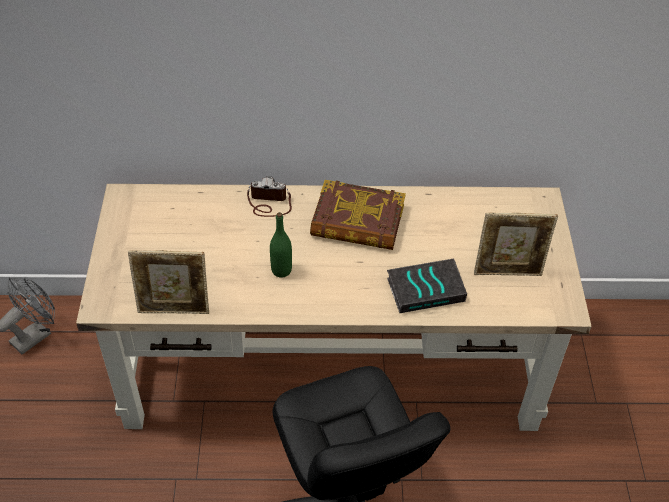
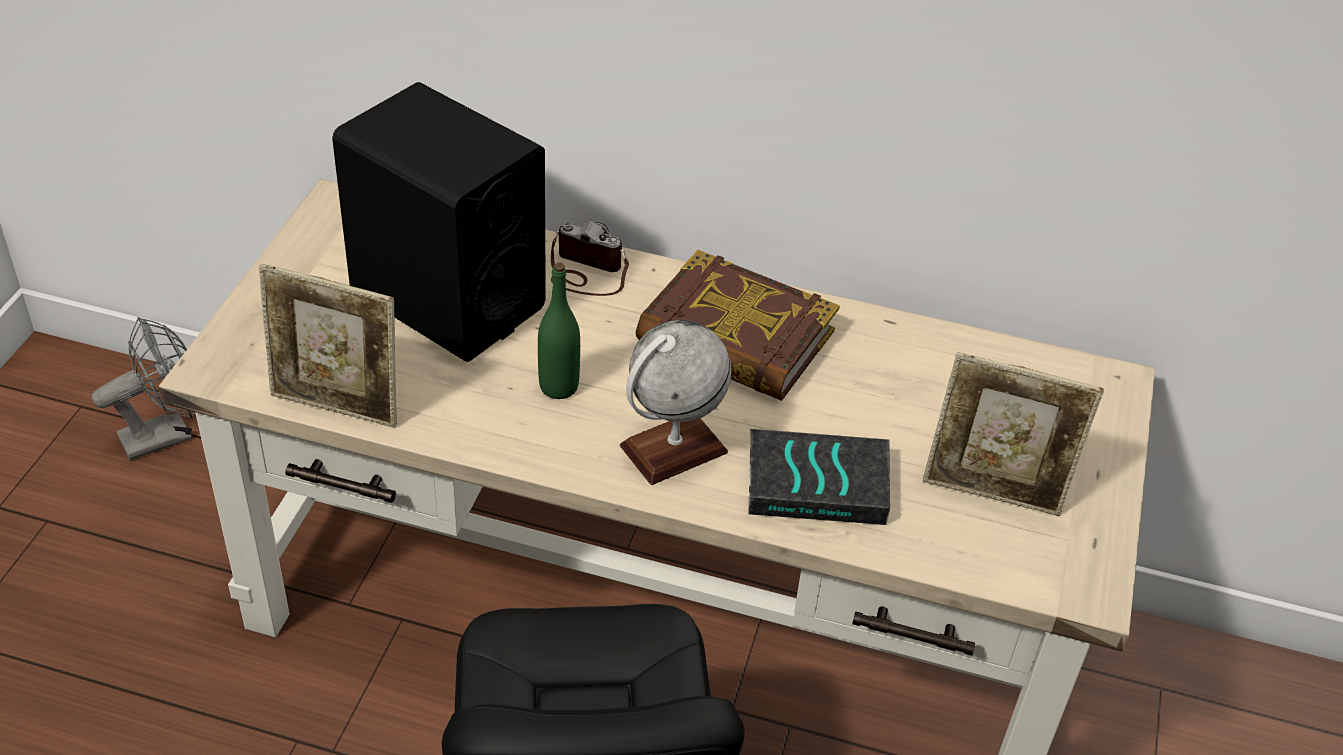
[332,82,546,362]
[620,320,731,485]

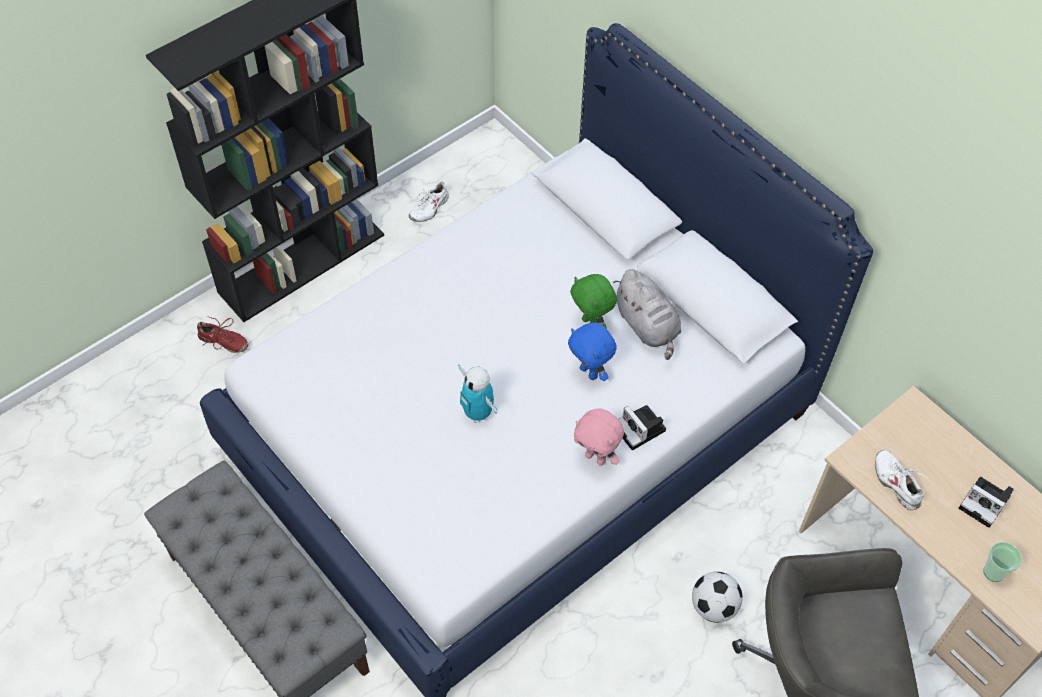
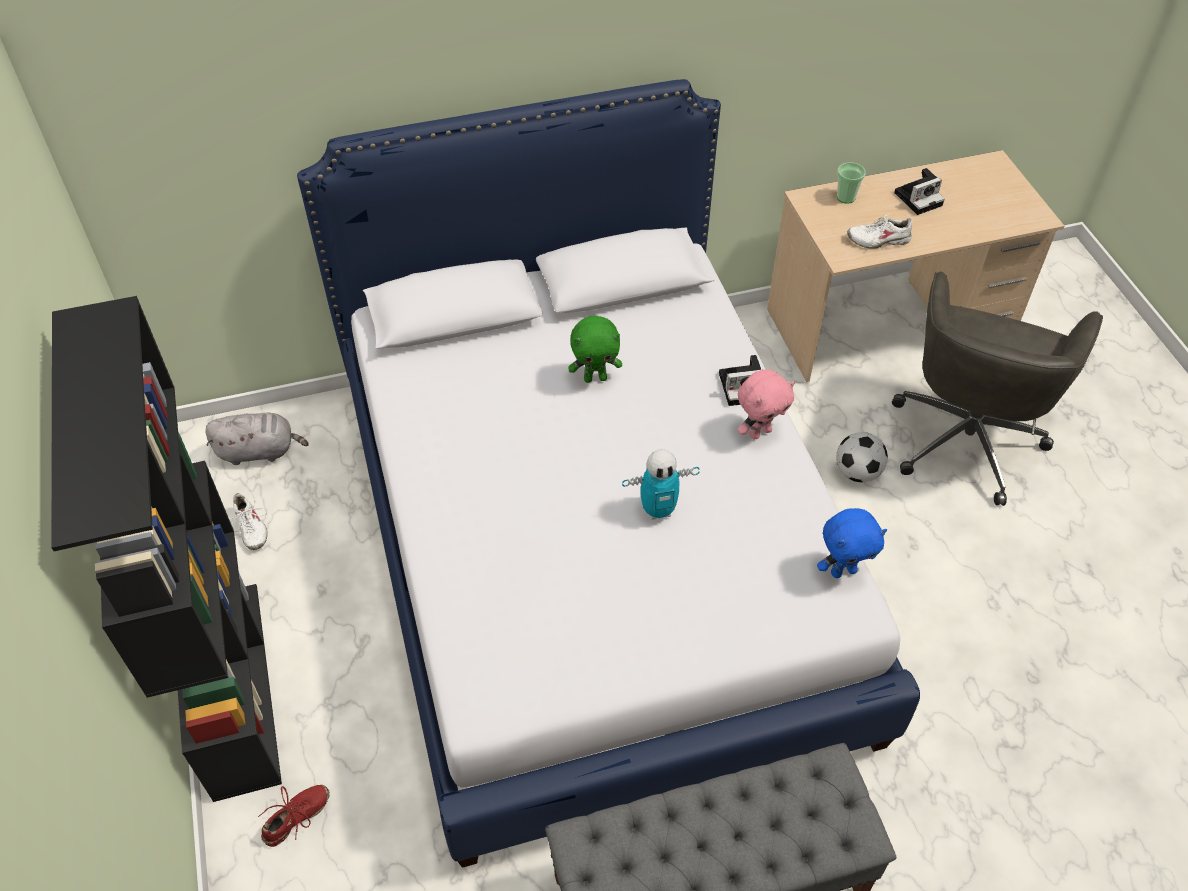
[205,413,309,465]
[817,508,887,578]
[837,162,866,204]

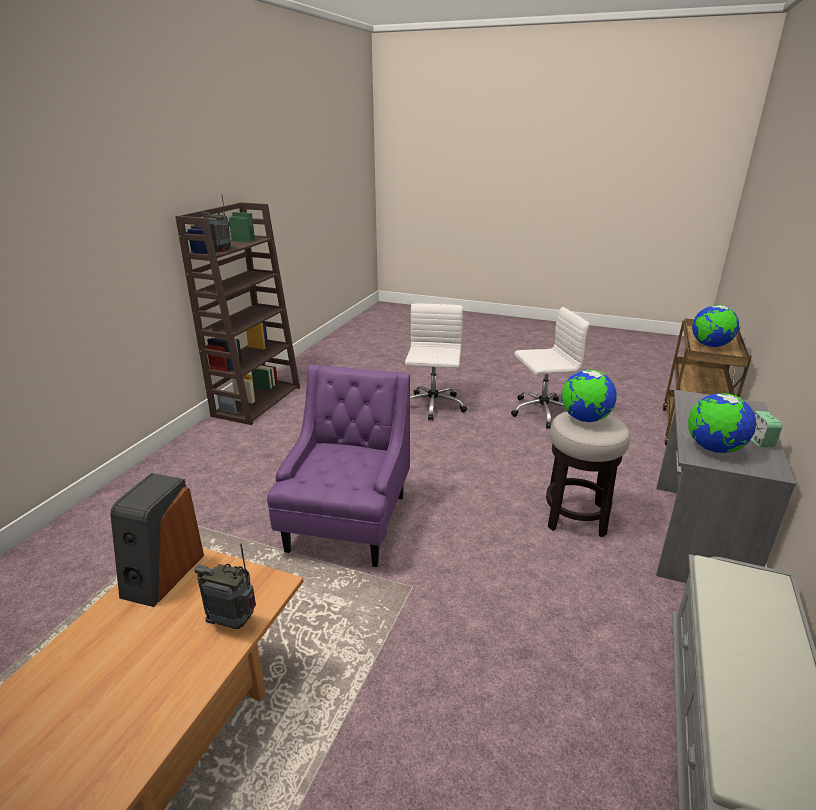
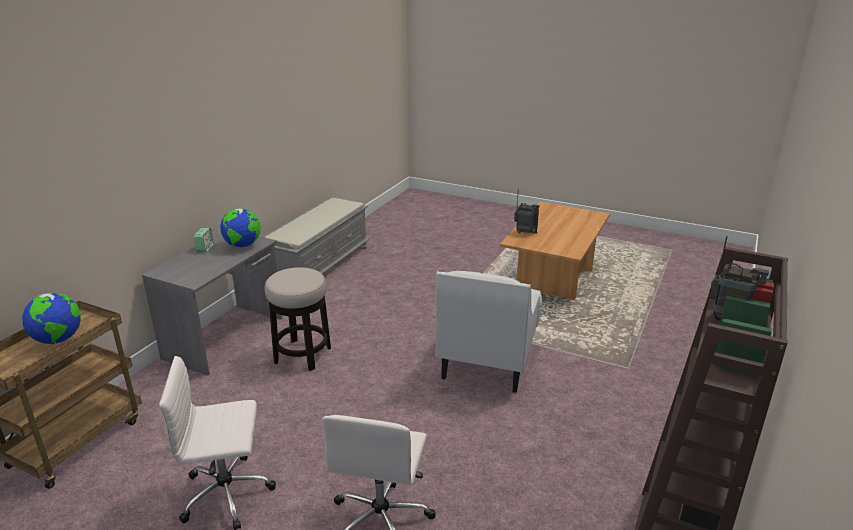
[436,271,542,393]
[562,369,616,422] (first image)
[110,473,204,607] (first image)

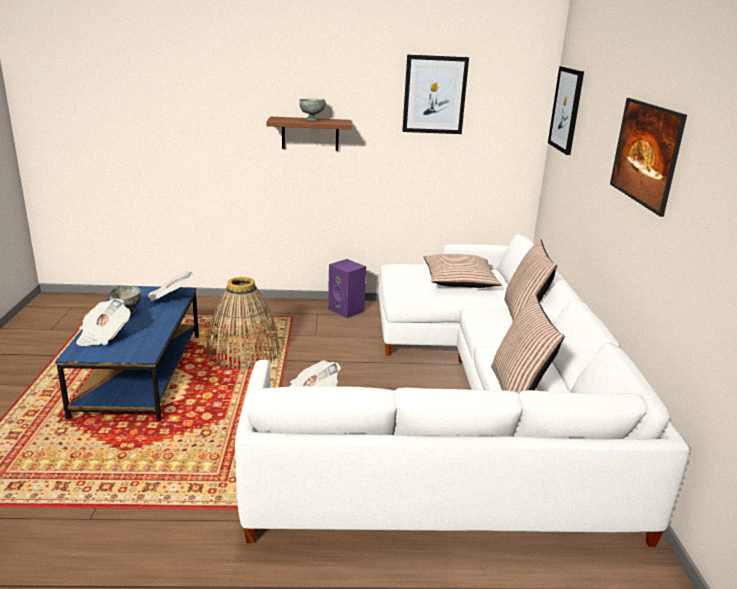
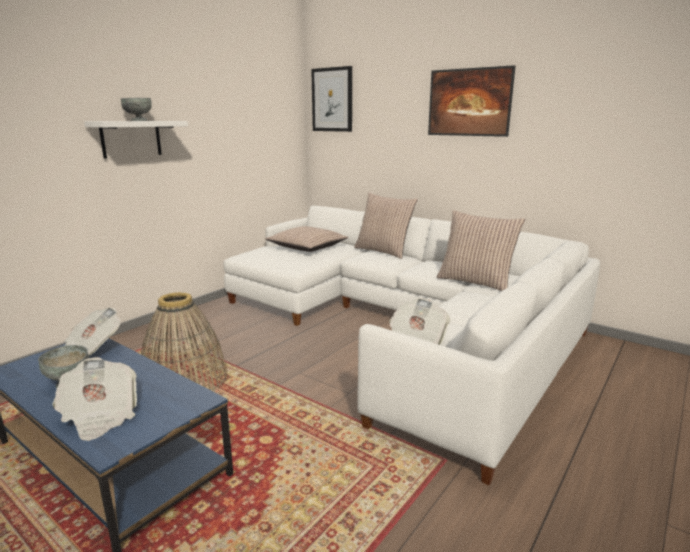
[402,54,469,134] (first image)
[84,121,188,159]
[328,259,366,318] (first image)

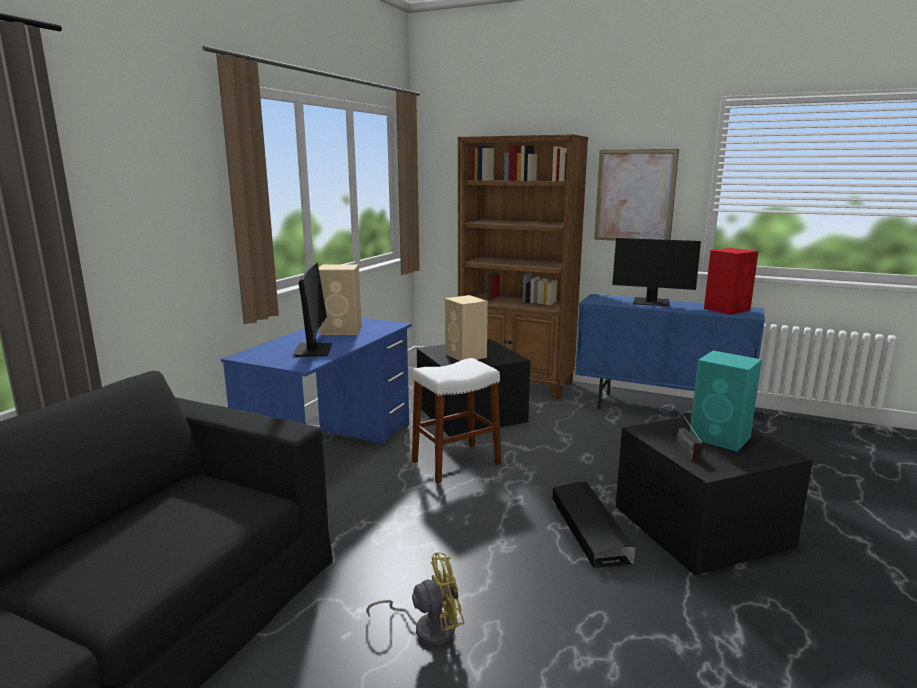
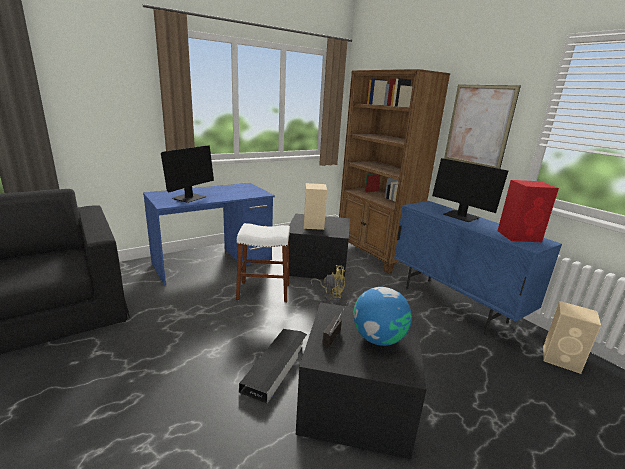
[543,301,601,374]
[353,287,412,346]
[311,265,345,303]

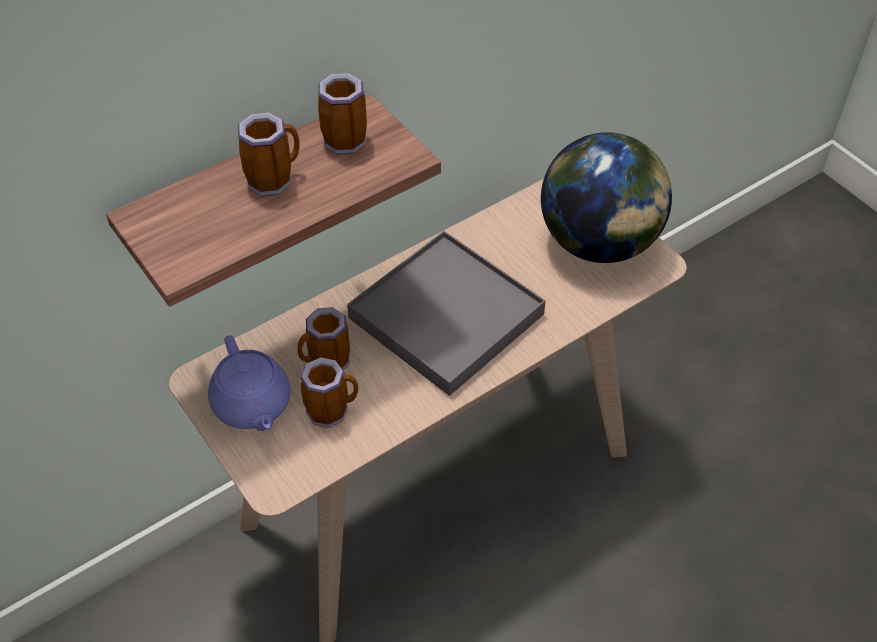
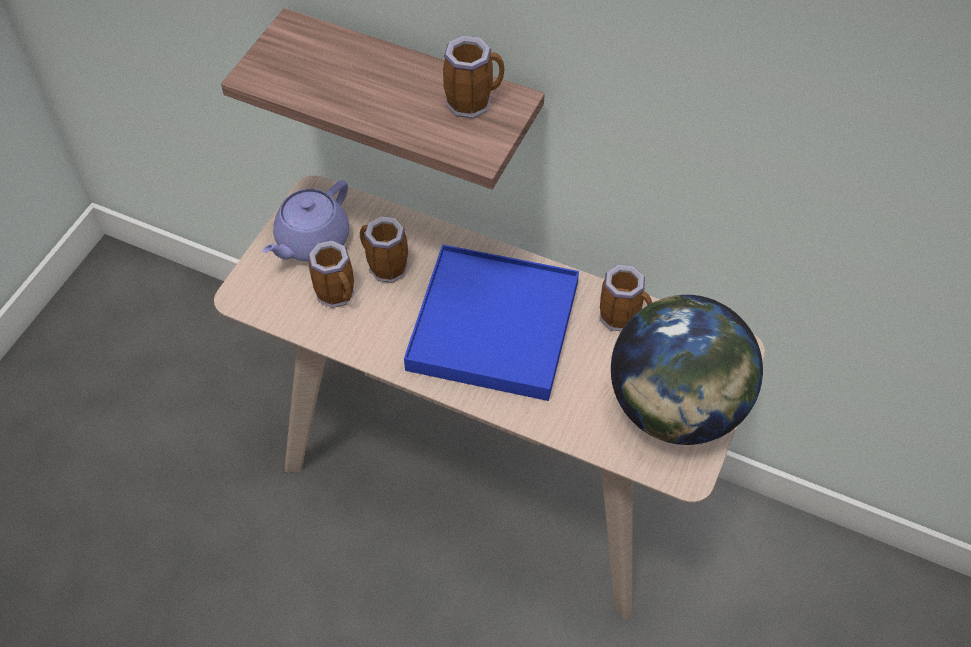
[600,265,652,331]
[404,244,579,401]

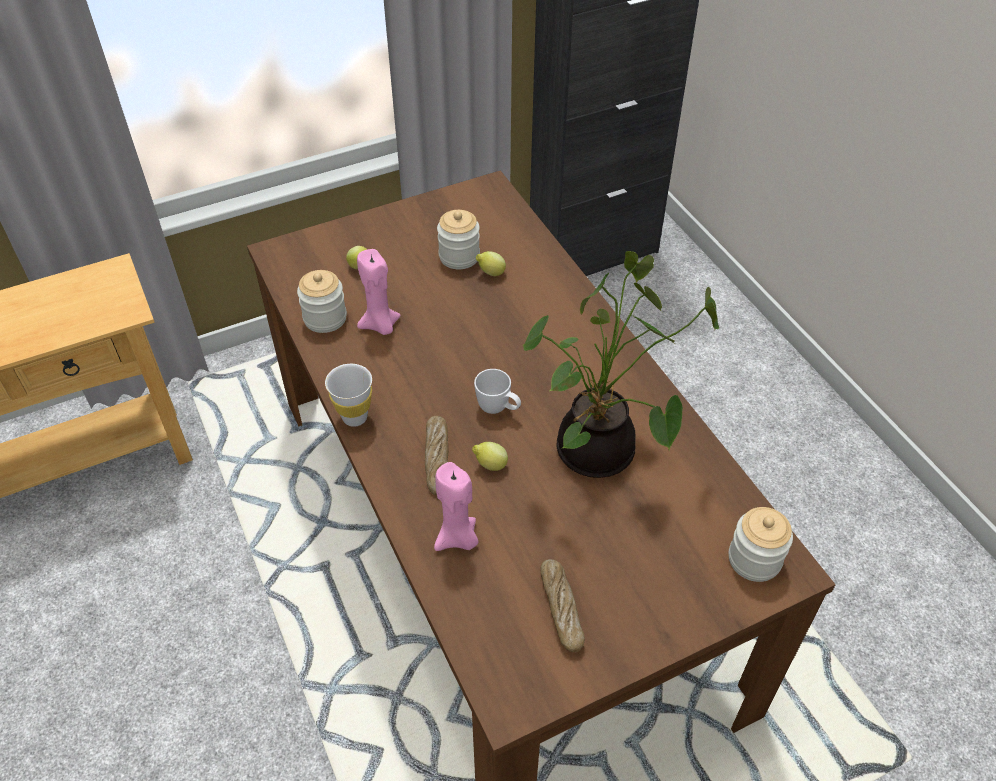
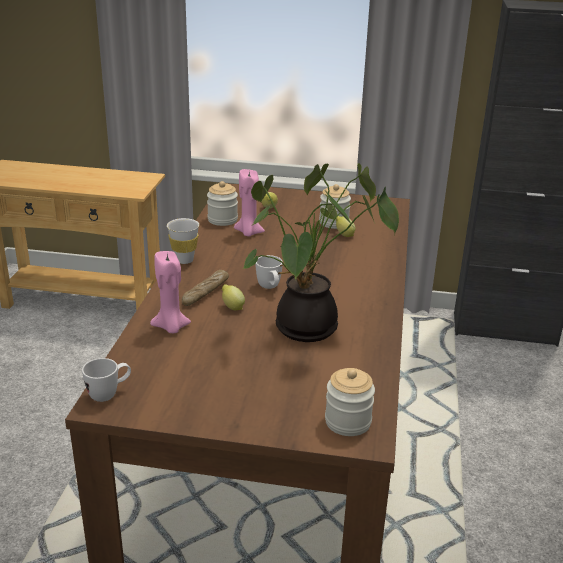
[540,559,585,652] (first image)
[82,358,131,402]

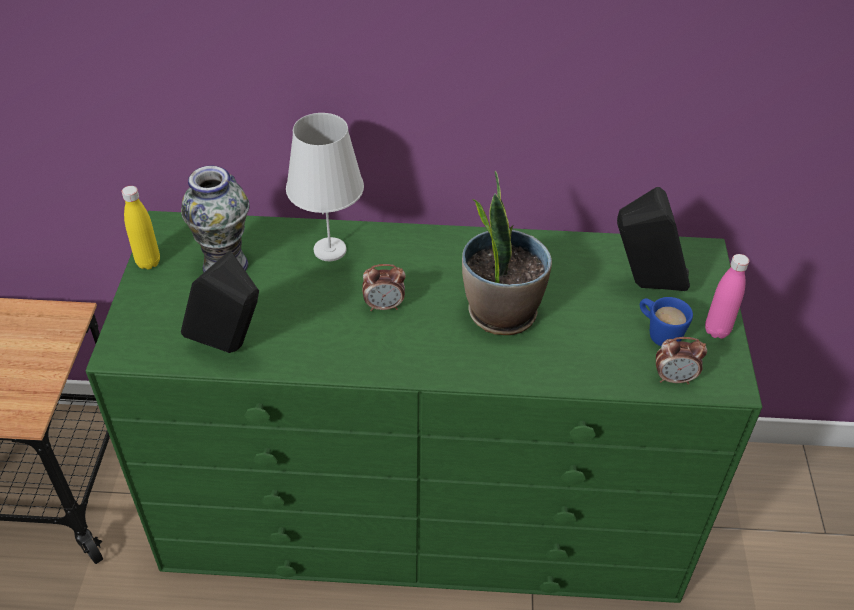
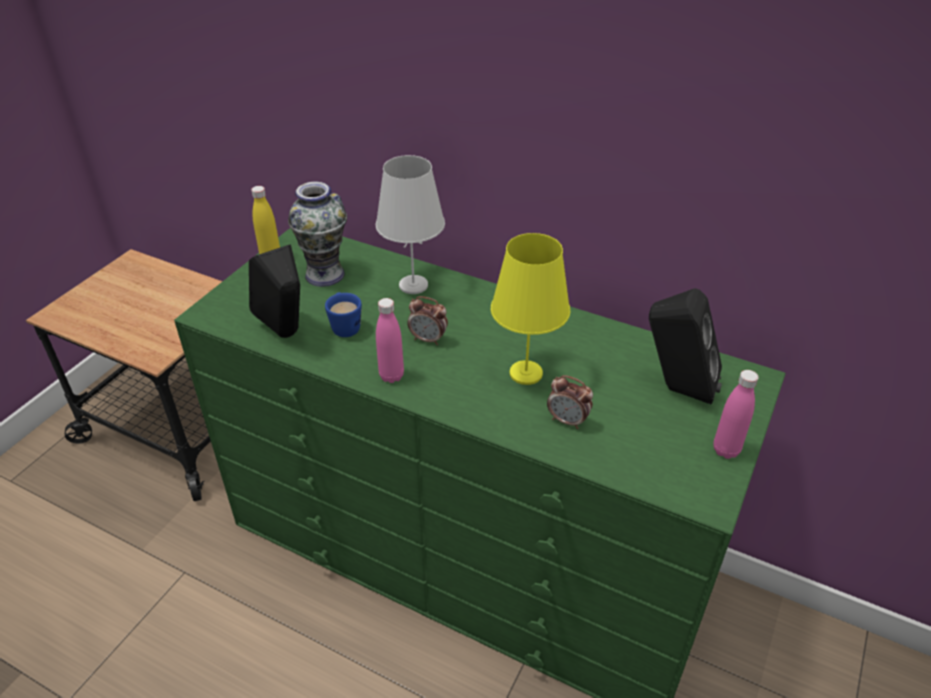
[491,233,570,385]
[325,292,362,337]
[547,375,593,429]
[376,298,404,383]

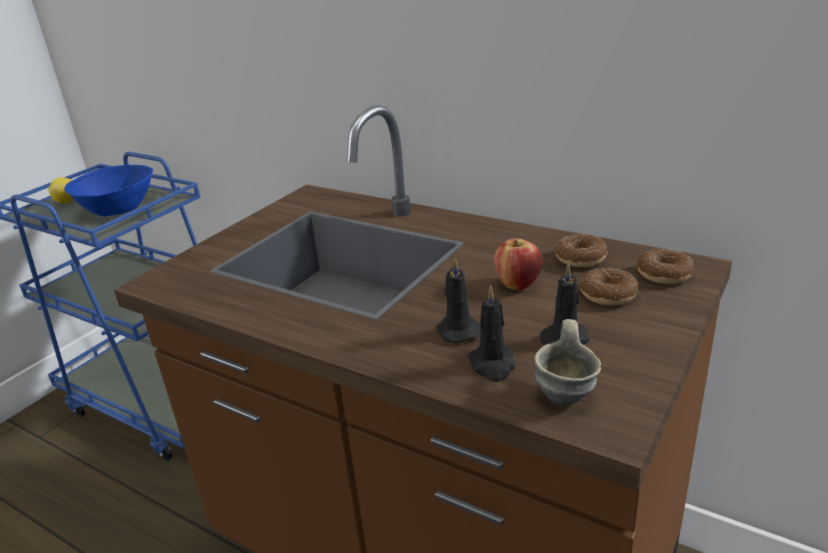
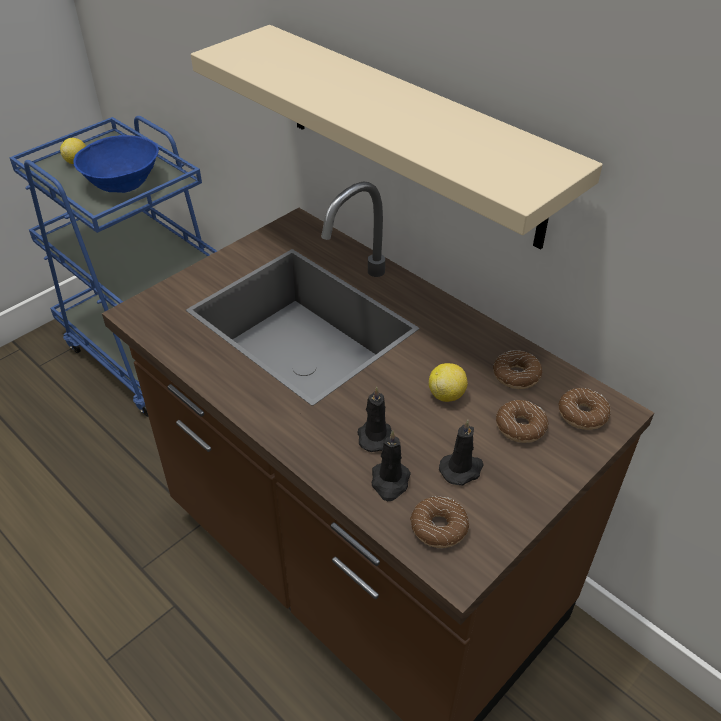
[429,363,468,402]
[410,496,469,548]
[191,25,603,250]

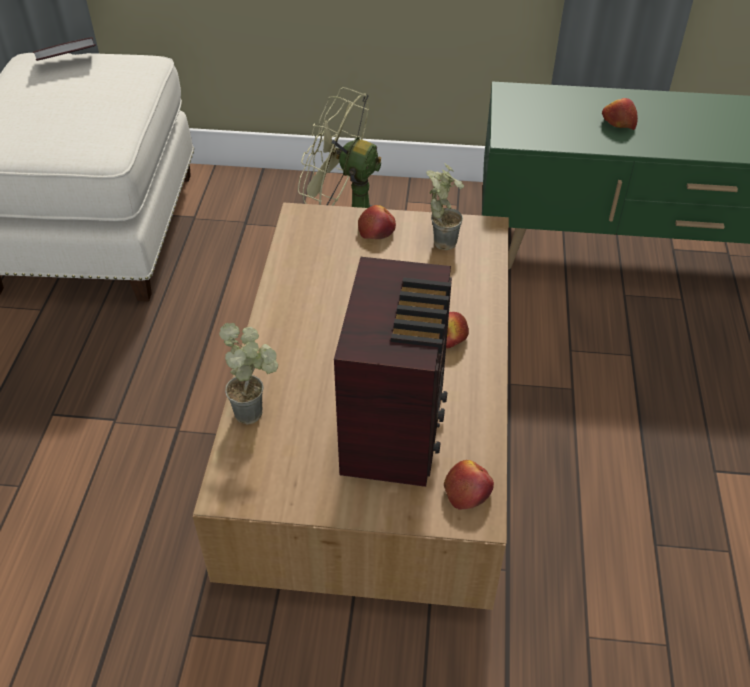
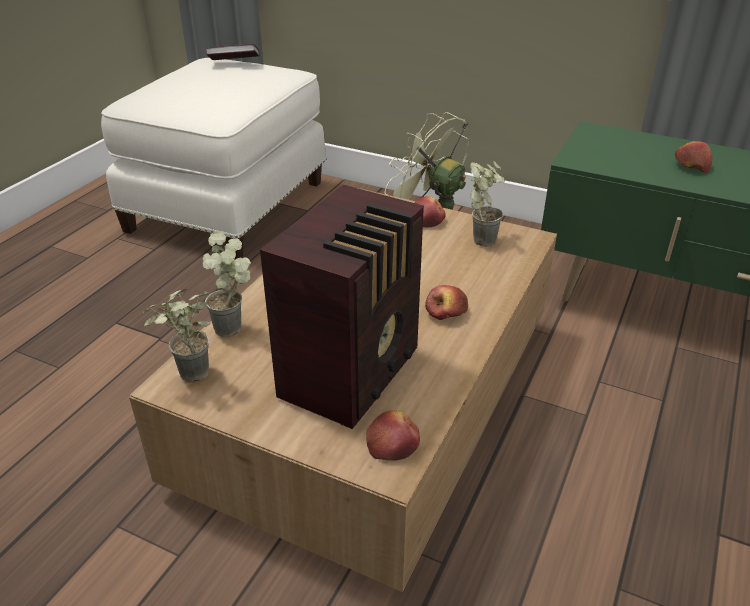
[142,289,210,383]

